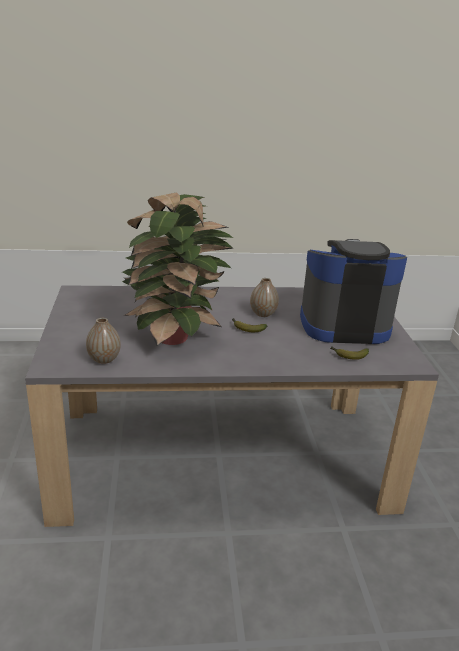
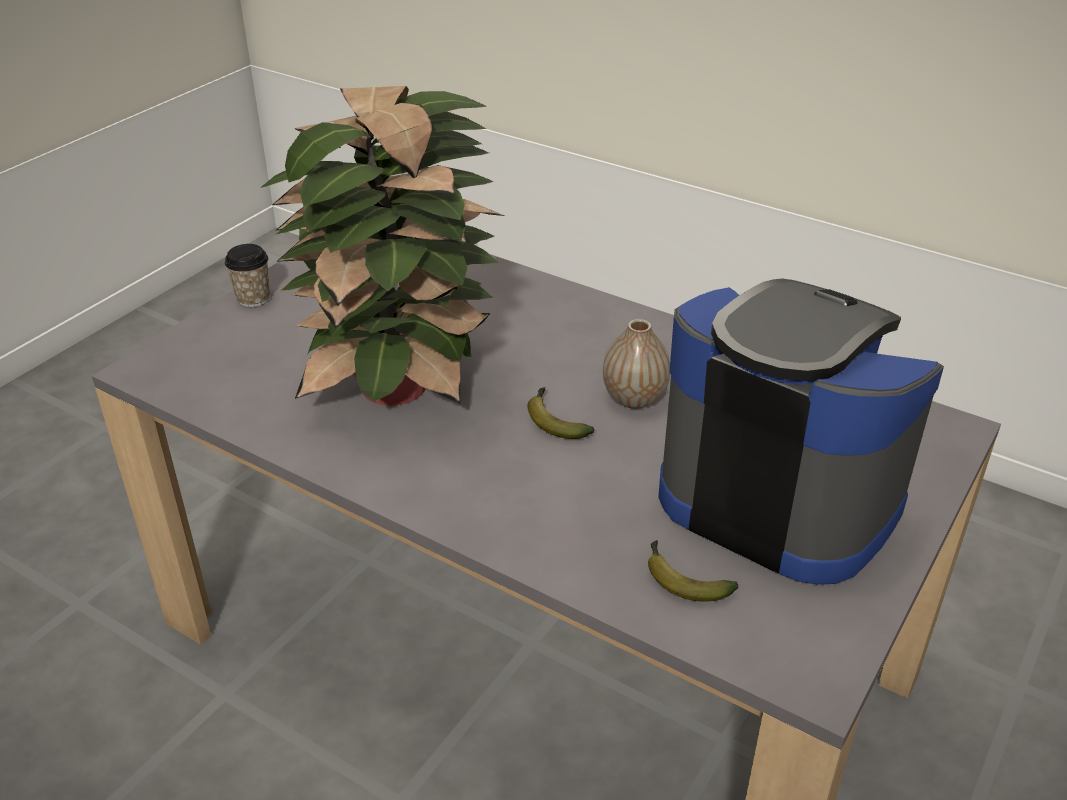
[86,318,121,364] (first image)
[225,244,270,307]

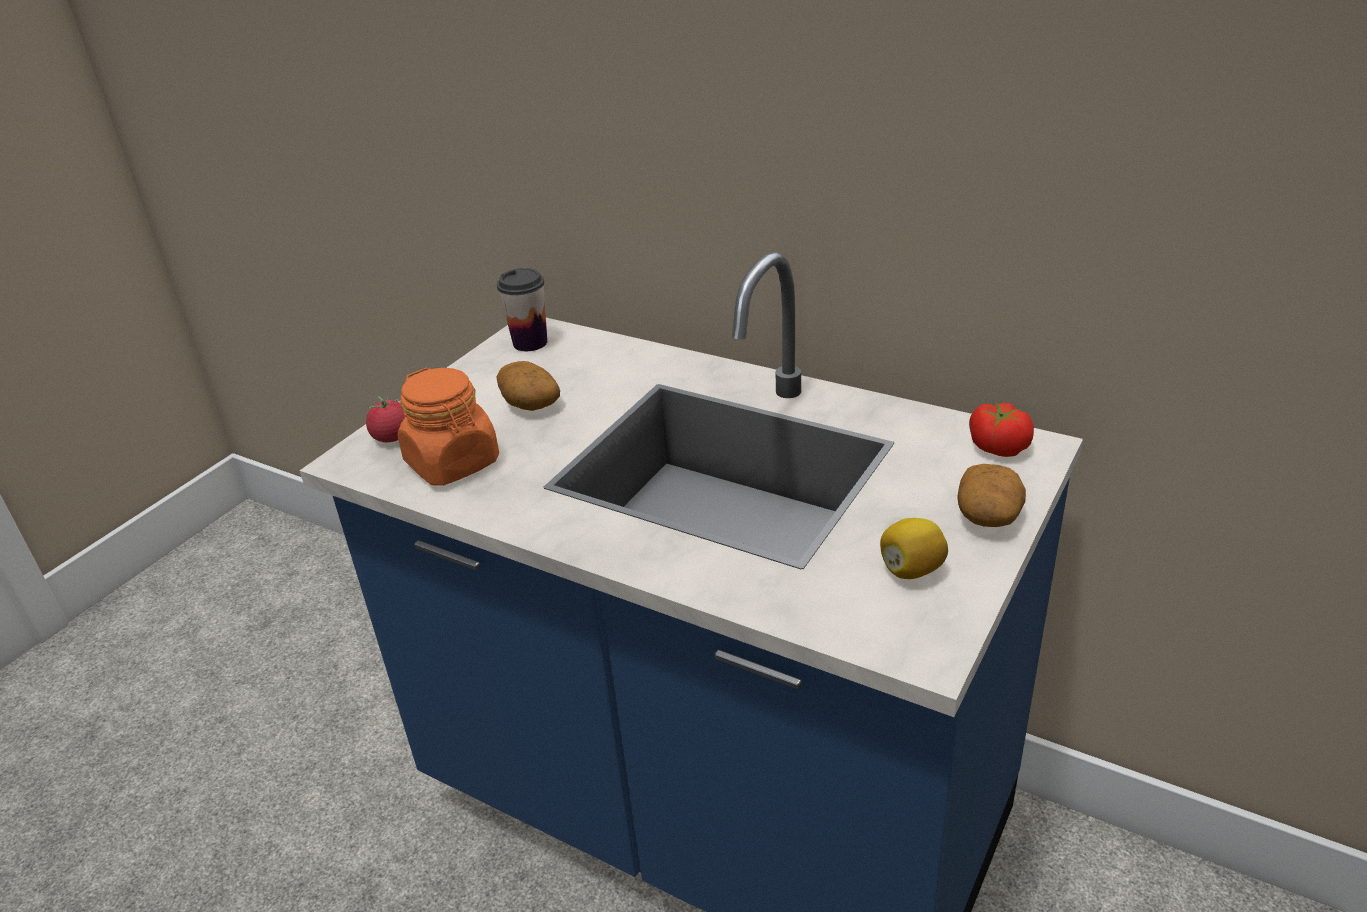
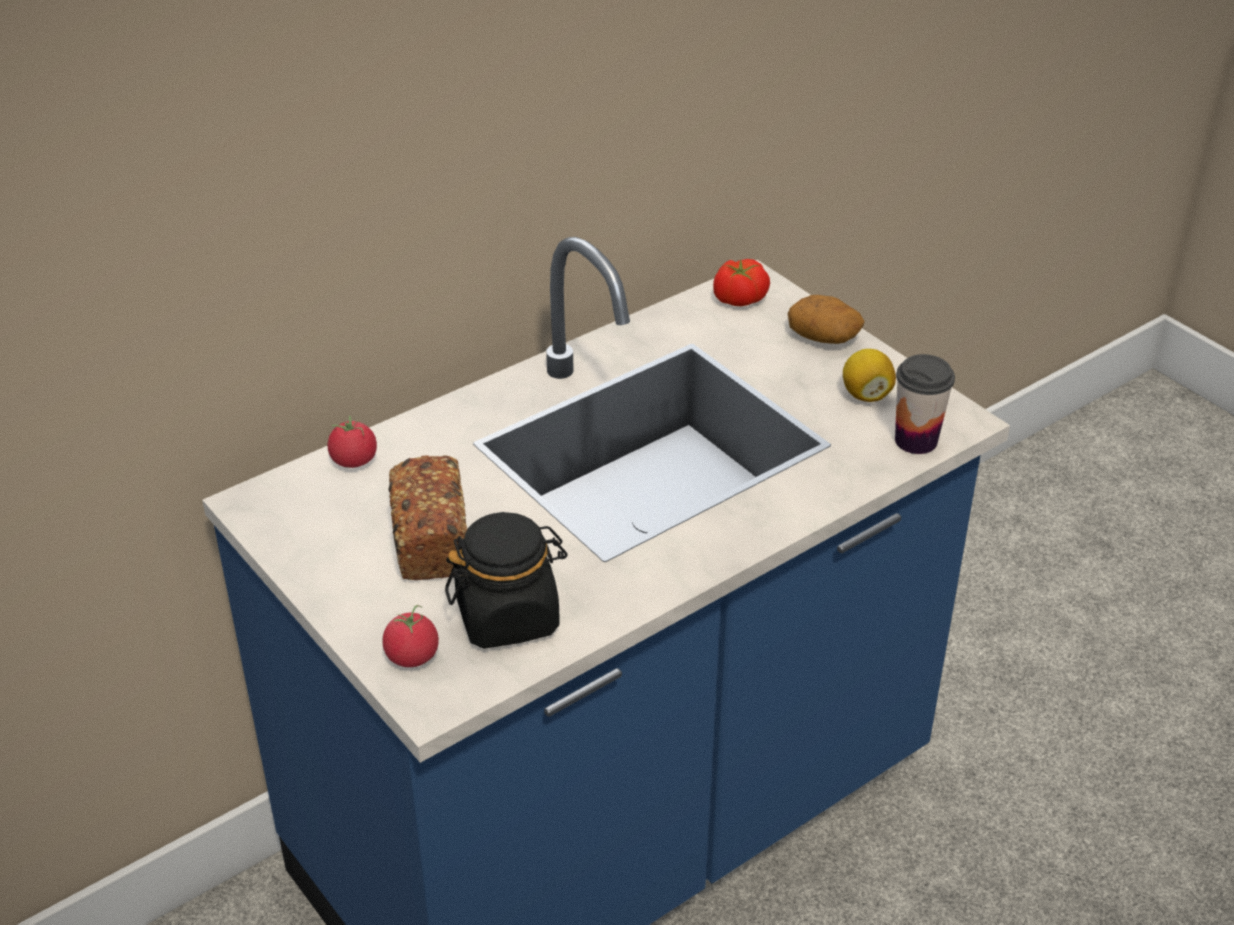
[895,354,955,454]
[388,455,467,580]
[445,512,568,649]
[328,416,377,468]

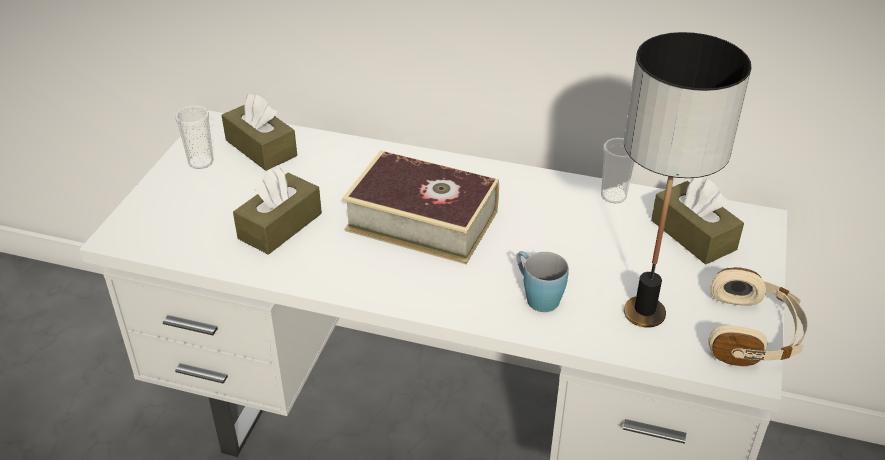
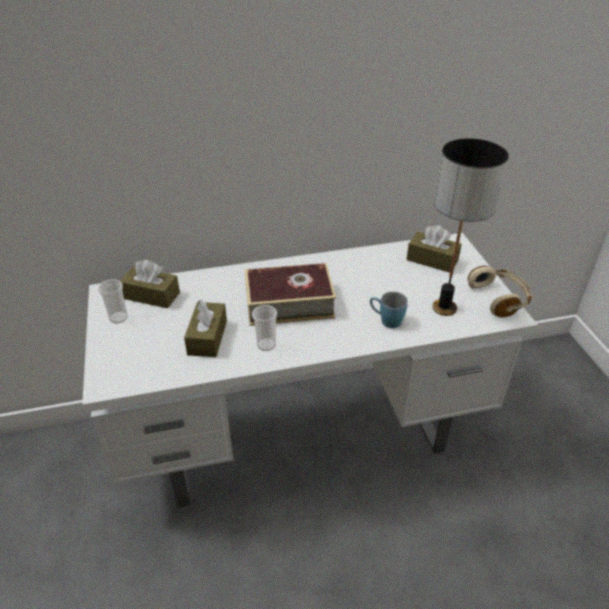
[252,305,277,351]

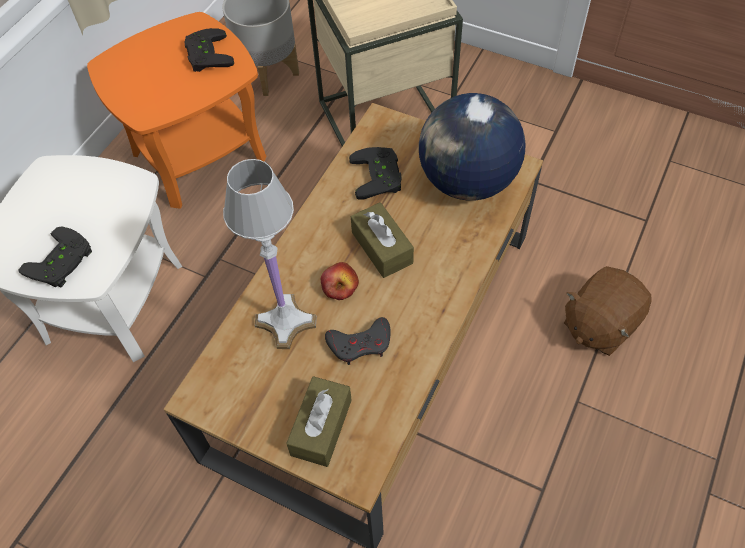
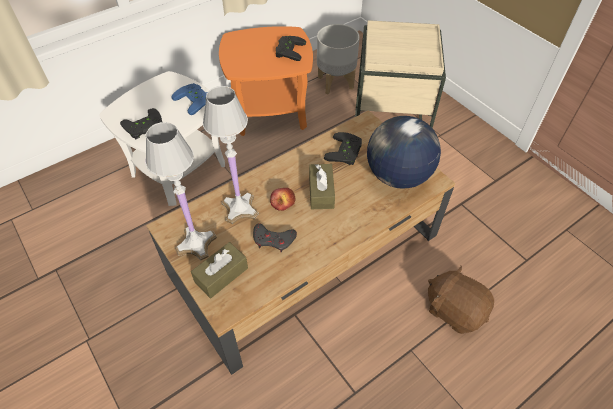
[428,265,494,334]
[171,83,207,115]
[145,122,217,261]

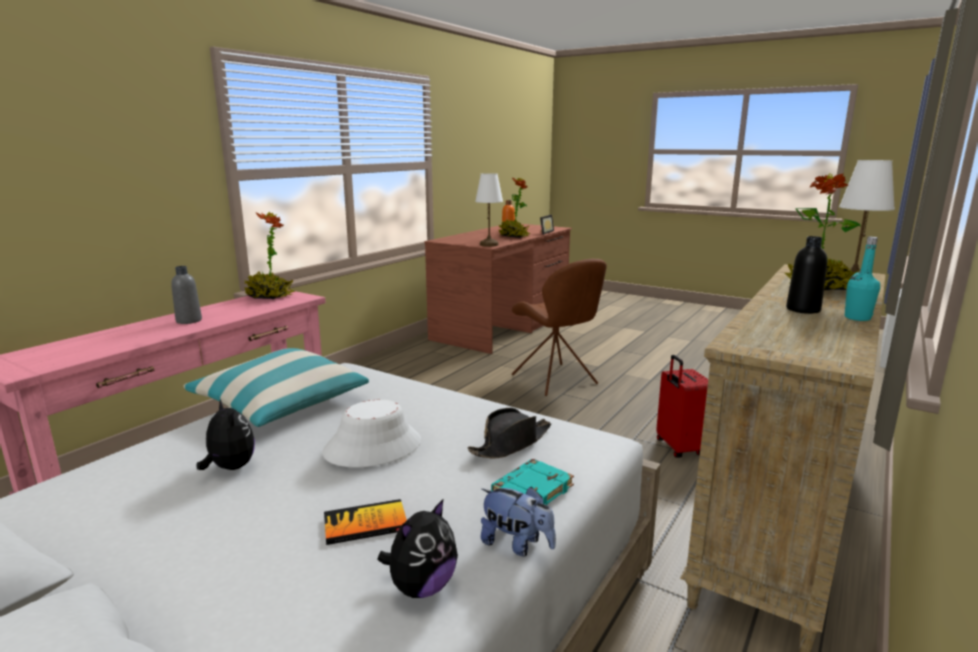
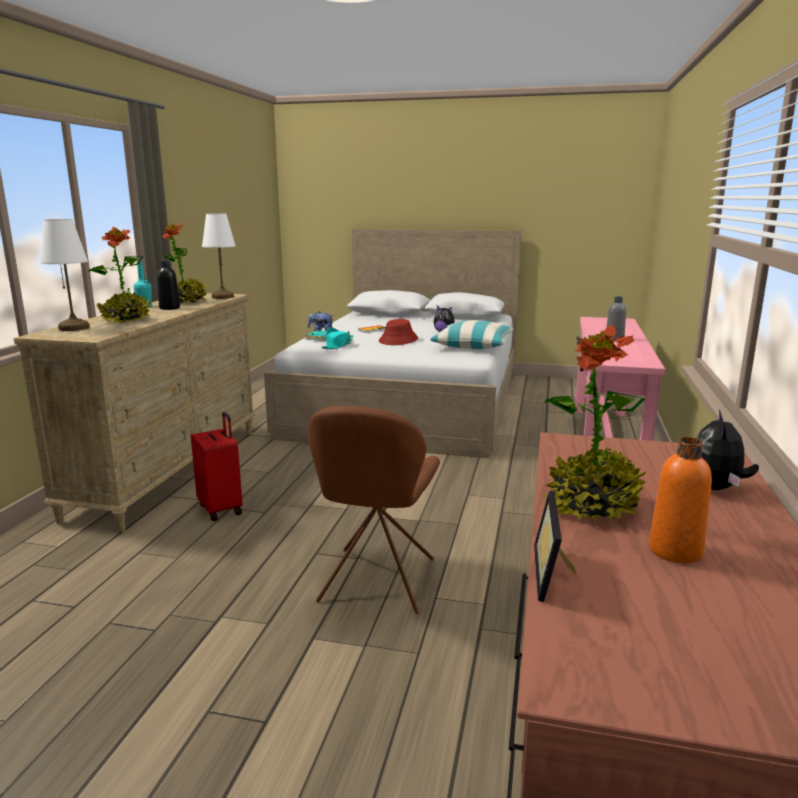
[202,214,236,299]
[162,223,207,303]
[308,406,440,614]
[379,319,418,345]
[321,328,353,349]
[696,410,759,490]

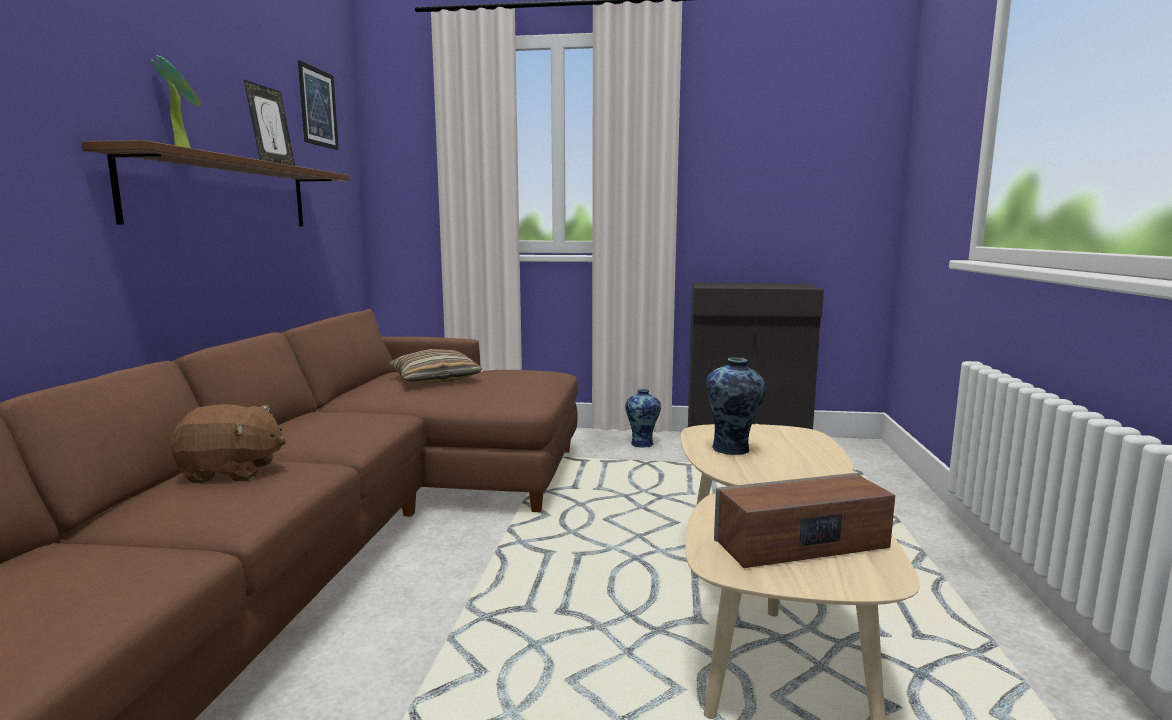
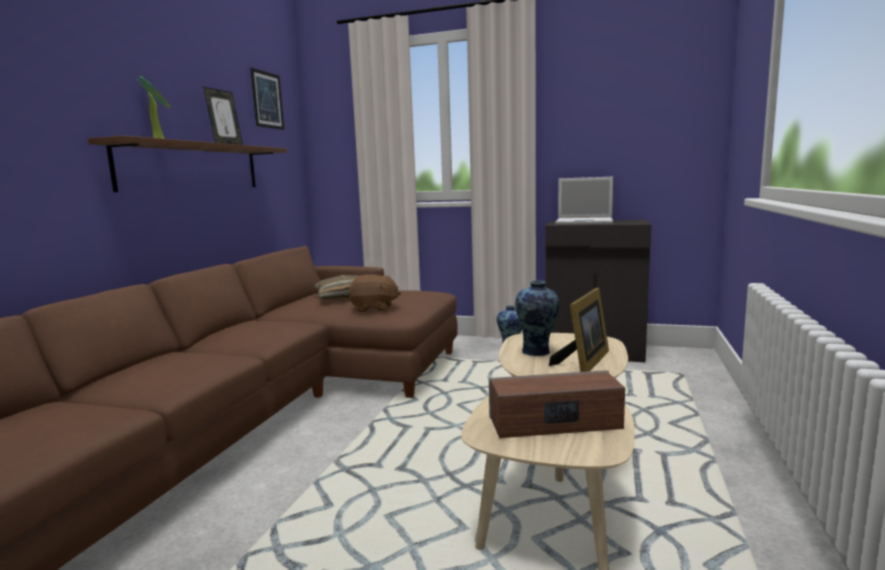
[349,274,401,312]
[555,177,613,224]
[549,288,609,372]

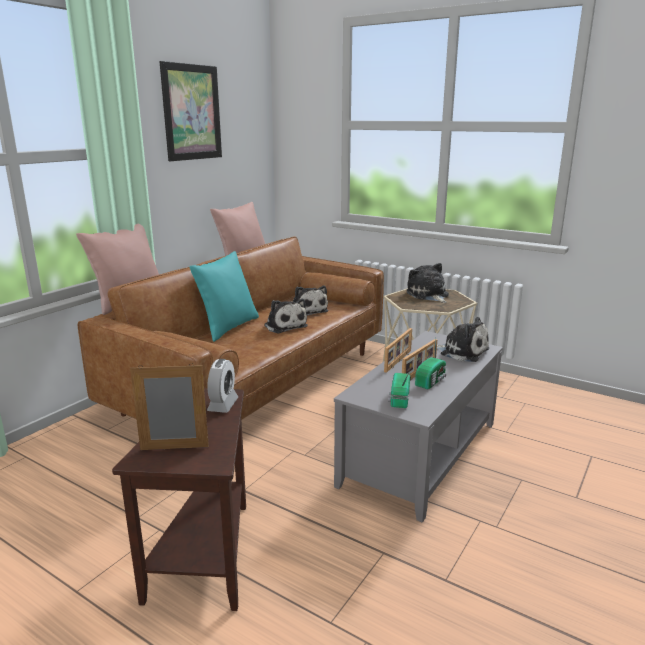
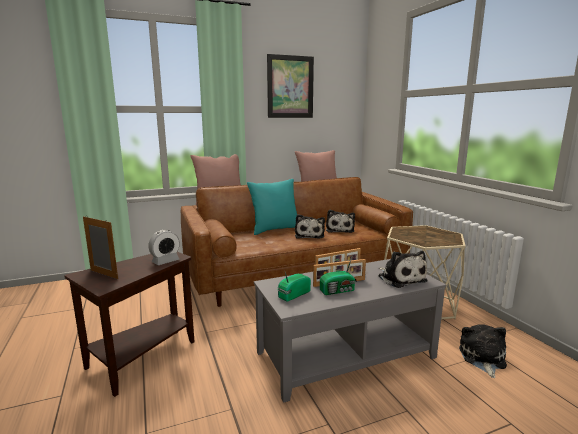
[459,324,507,378]

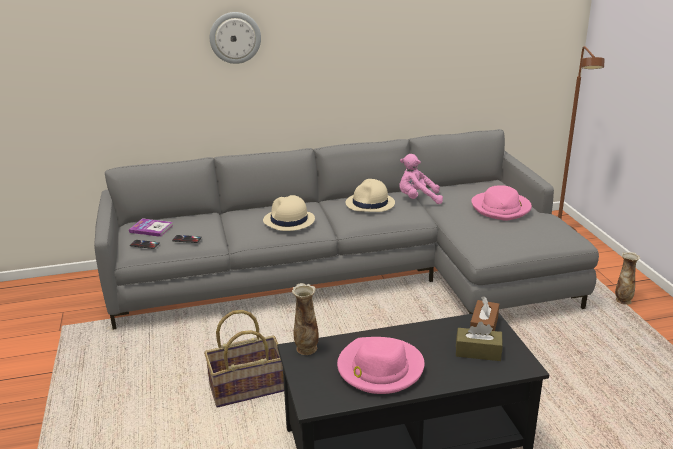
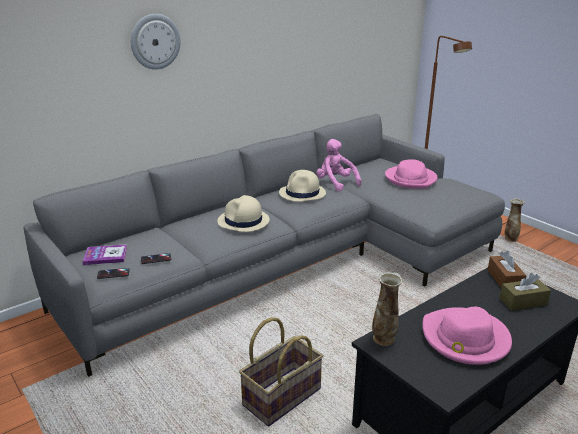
[316,139,362,191]

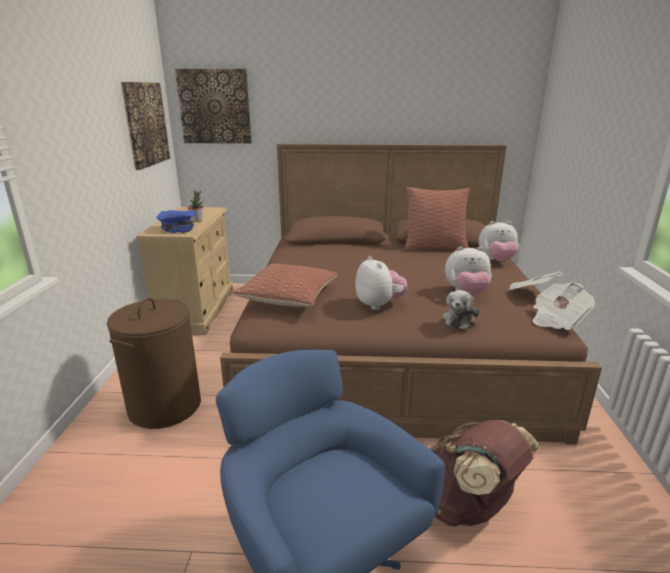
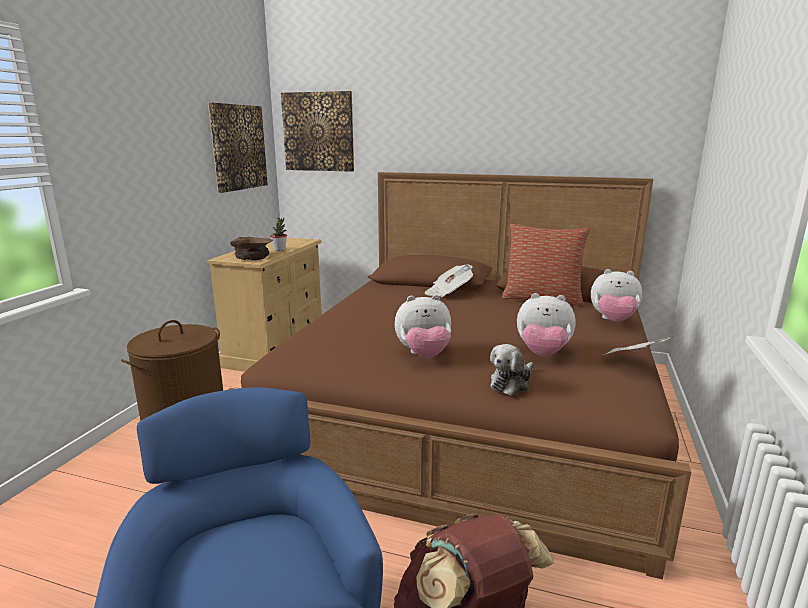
[230,237,273,260]
[395,295,451,358]
[232,264,338,307] (first image)
[425,265,473,297]

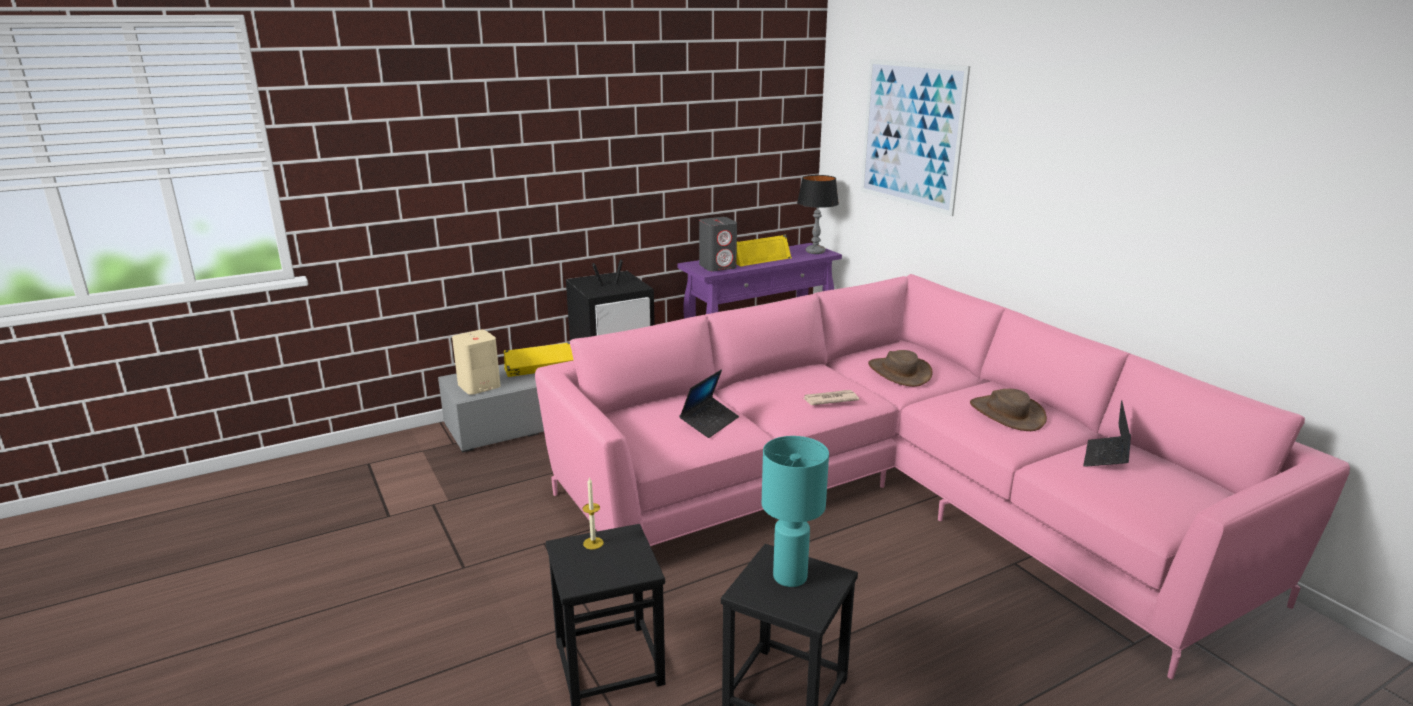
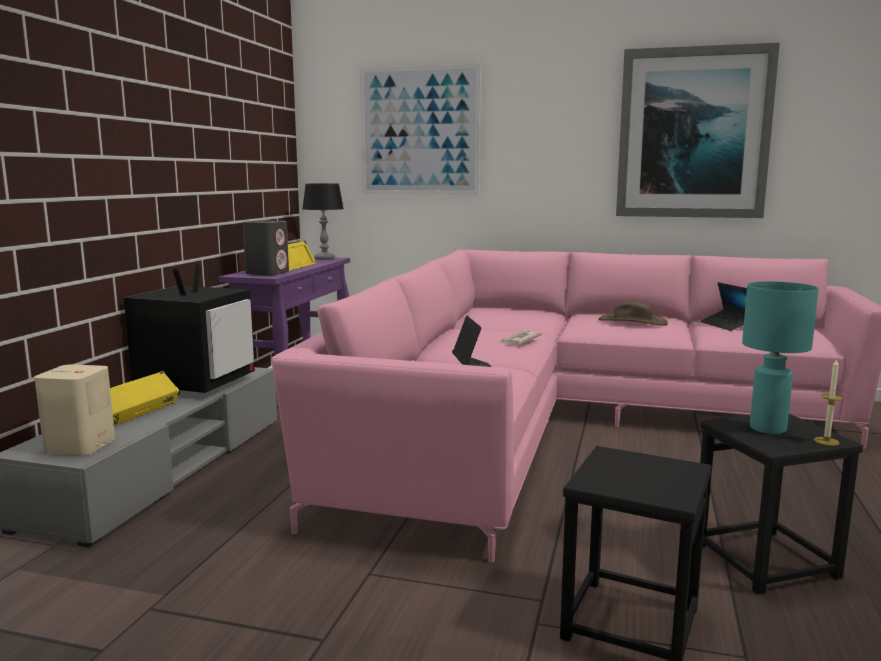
[868,350,932,387] (first image)
[814,358,843,446]
[616,42,780,218]

